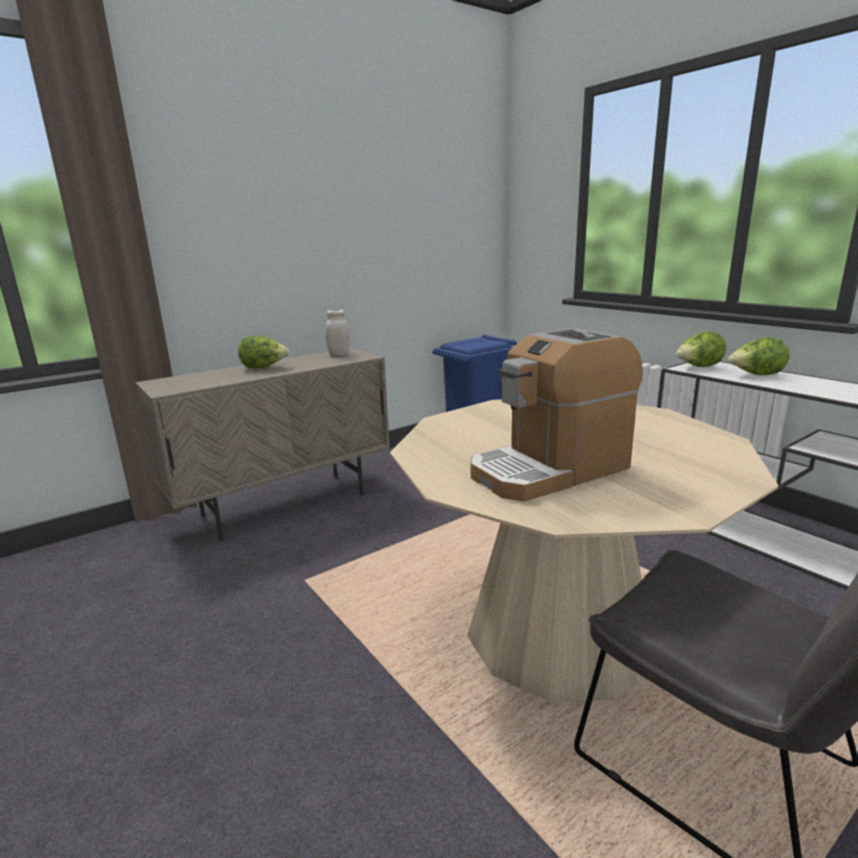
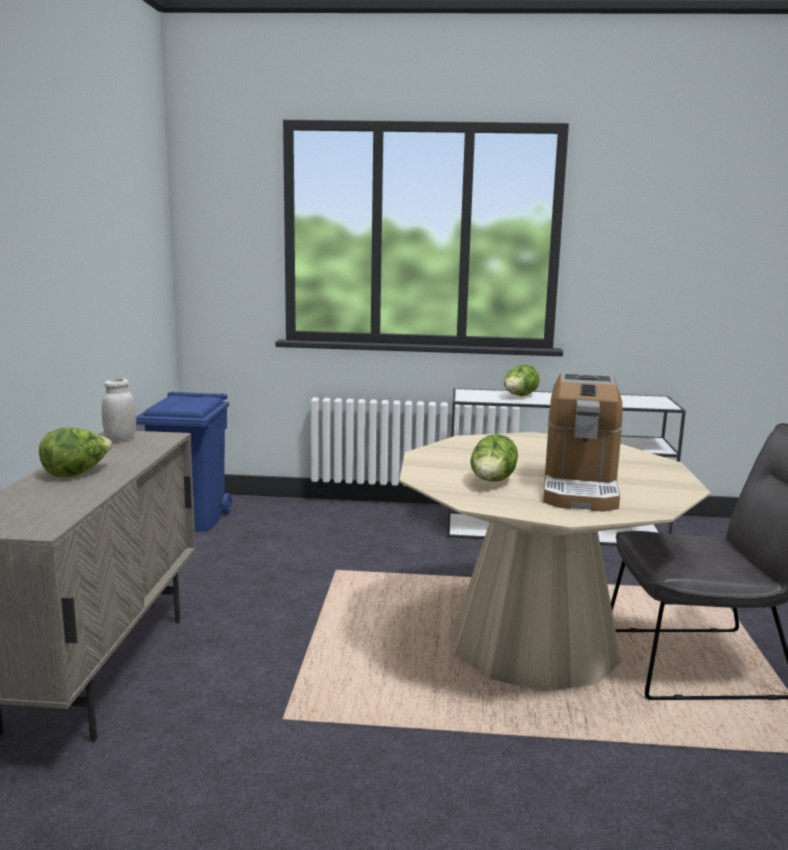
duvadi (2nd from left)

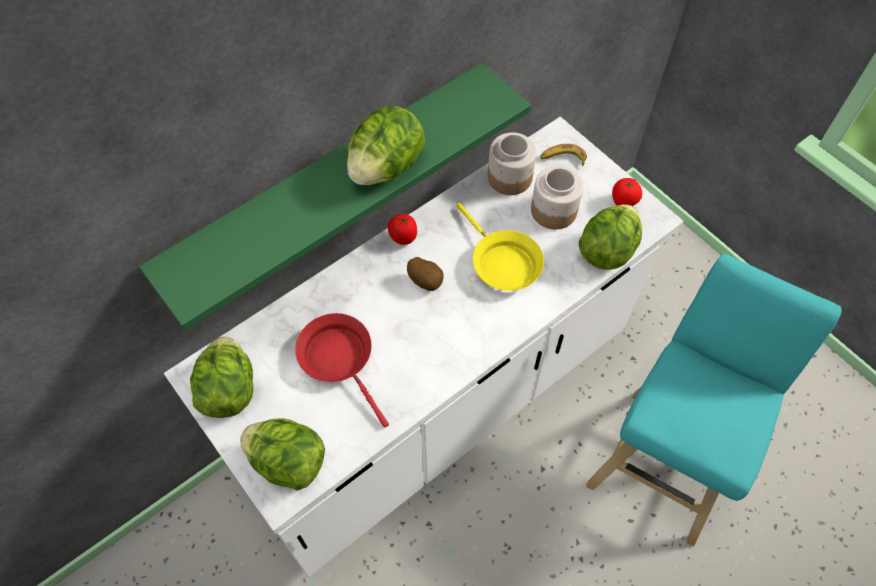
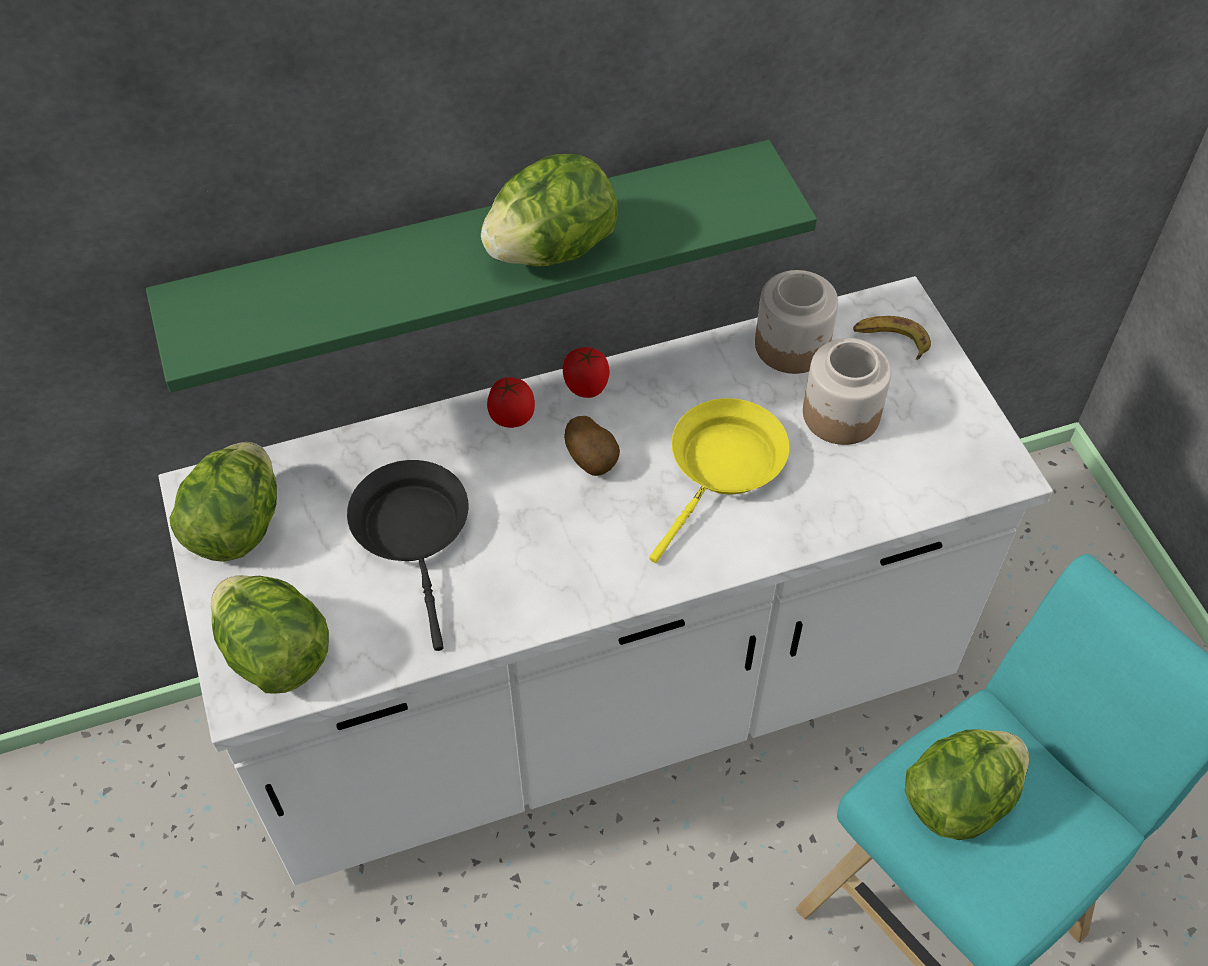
duvadi (4th from left); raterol (1st from left); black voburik; yellow voburik

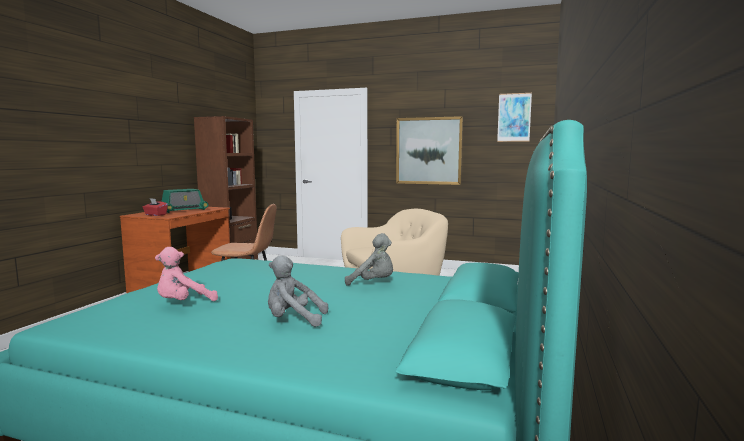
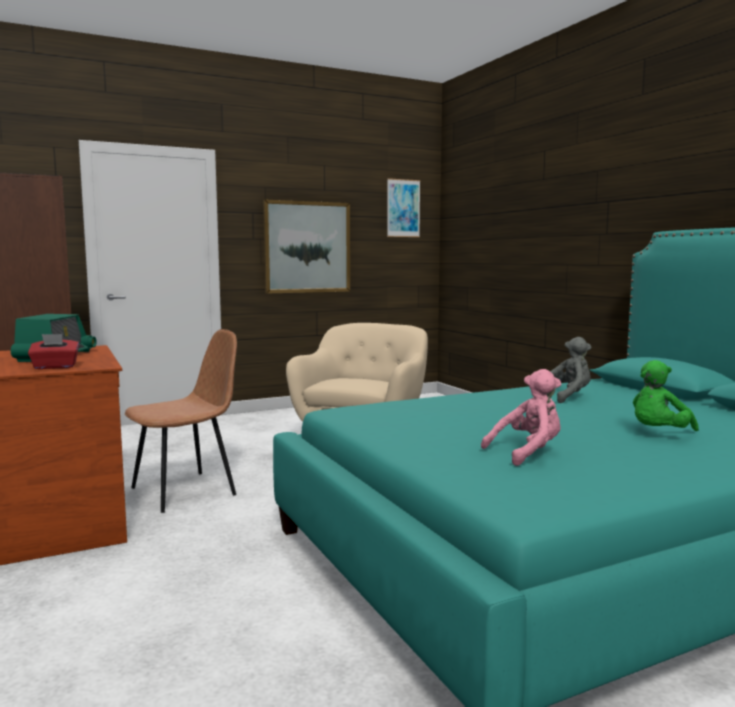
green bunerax; pink bunerax

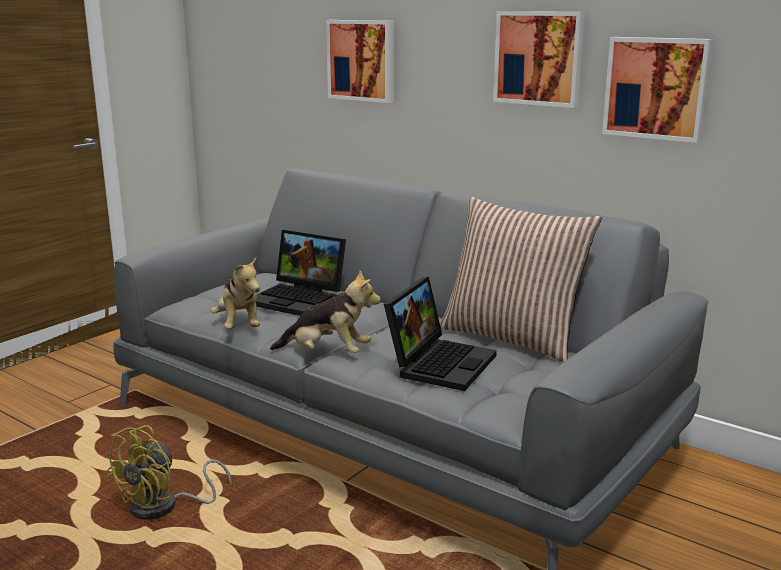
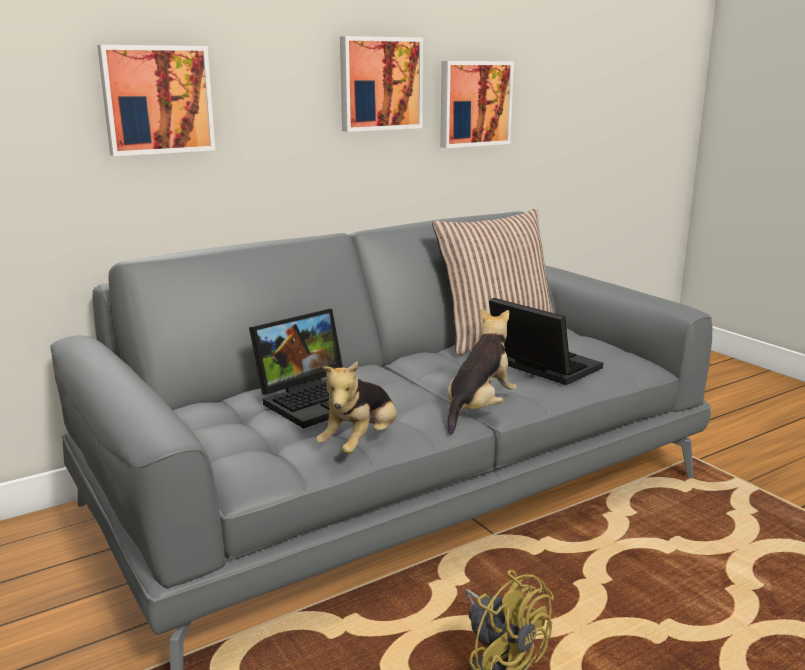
bunerax (1st from left)

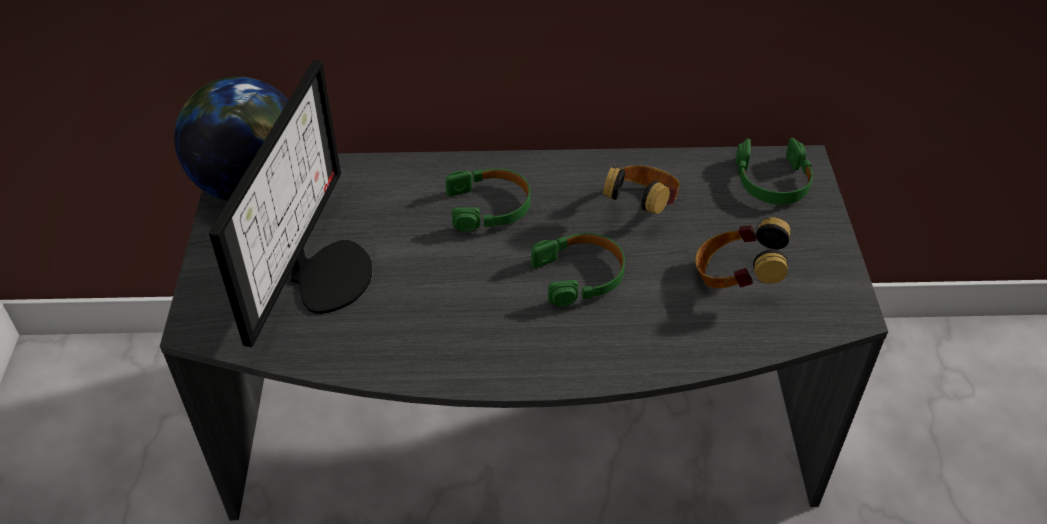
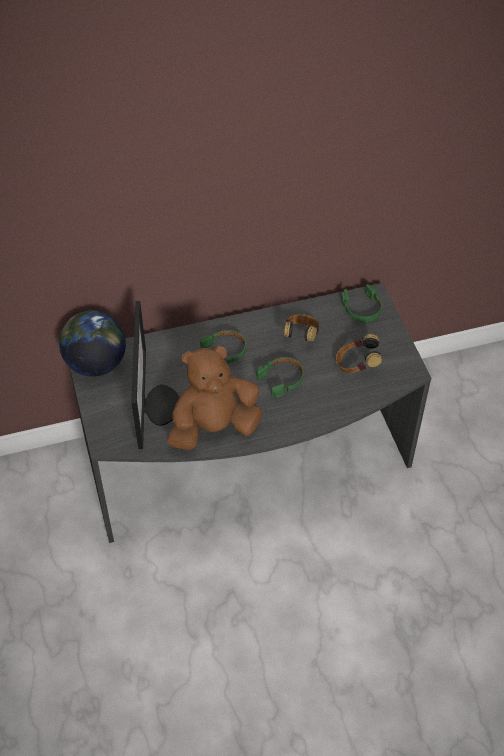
brown bunerax

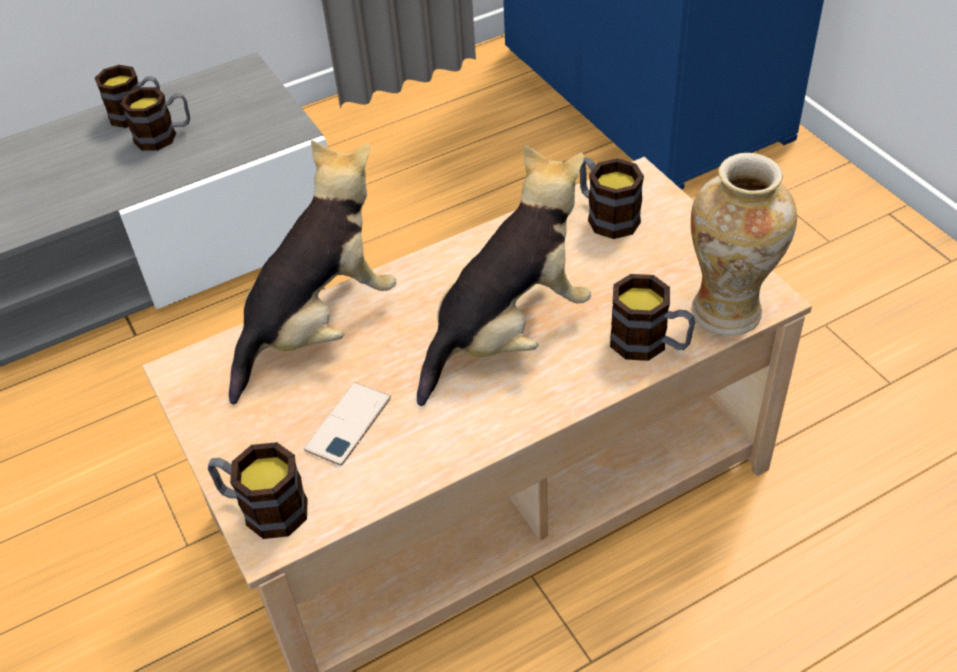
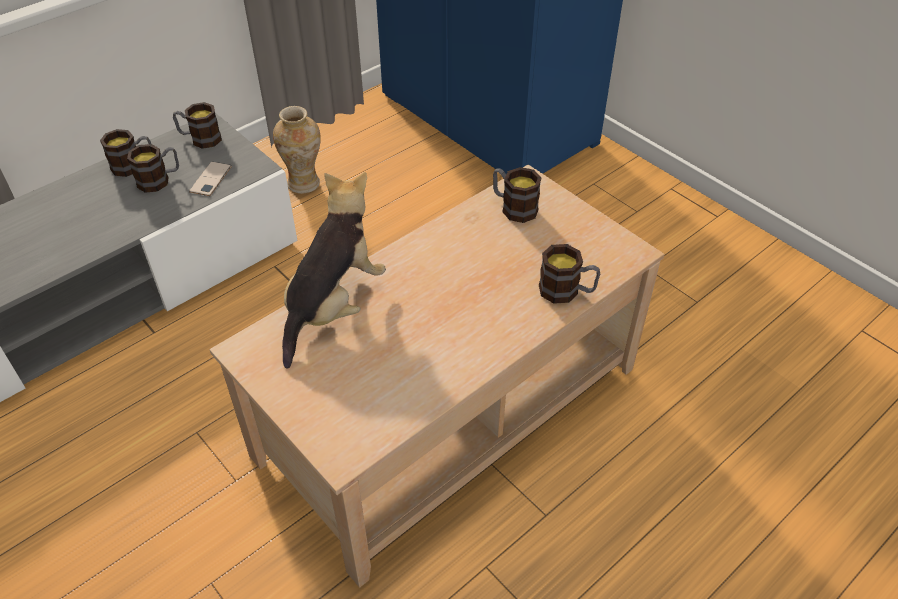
bunerax (2nd from left in the first image); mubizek (3rd from left); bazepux; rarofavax

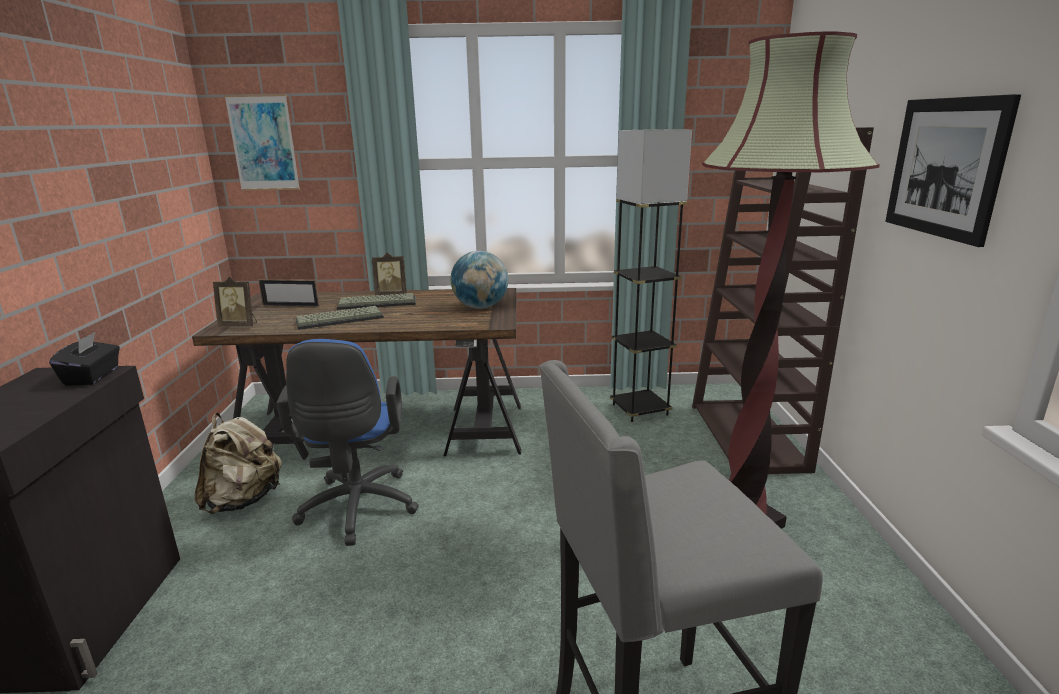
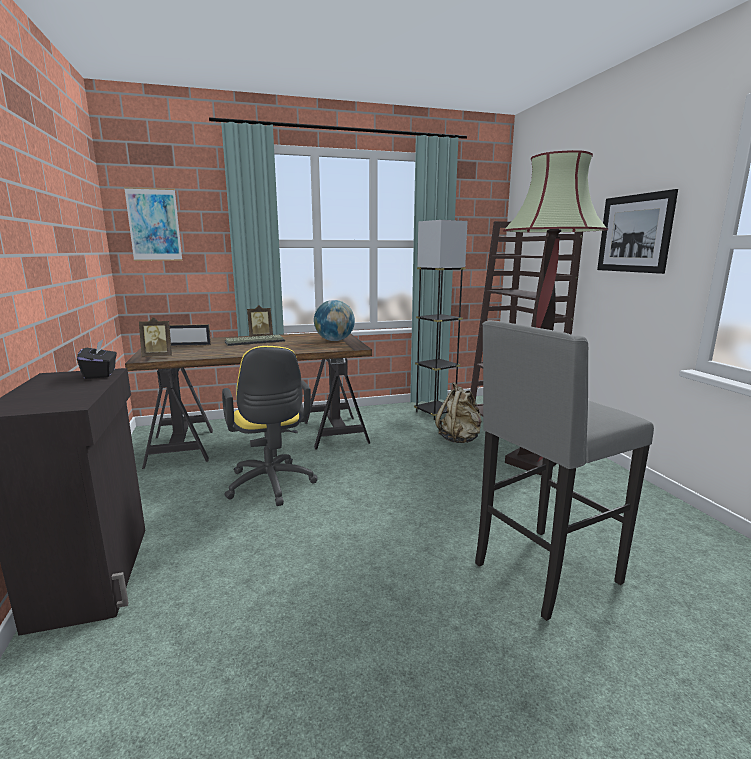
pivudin (1st from left in the first image); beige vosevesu; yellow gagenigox

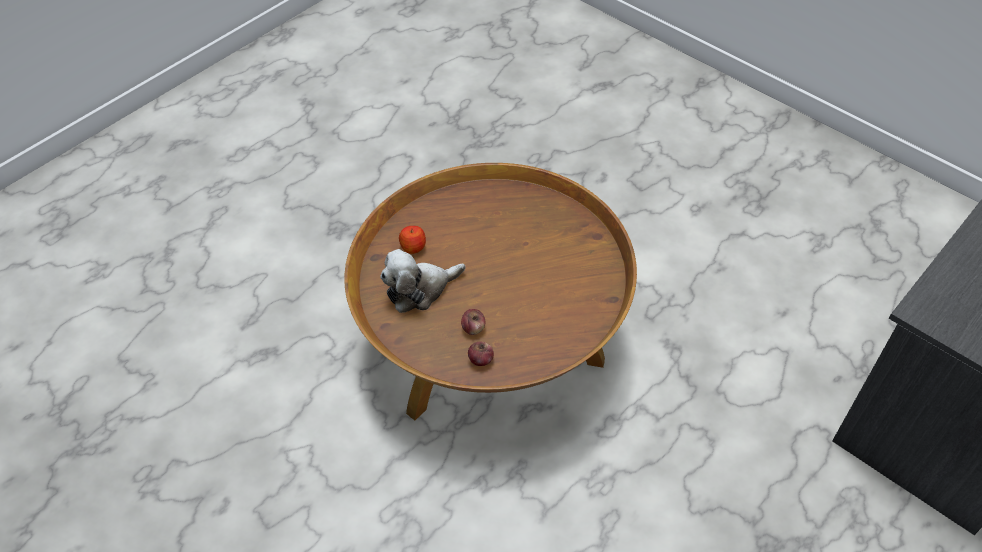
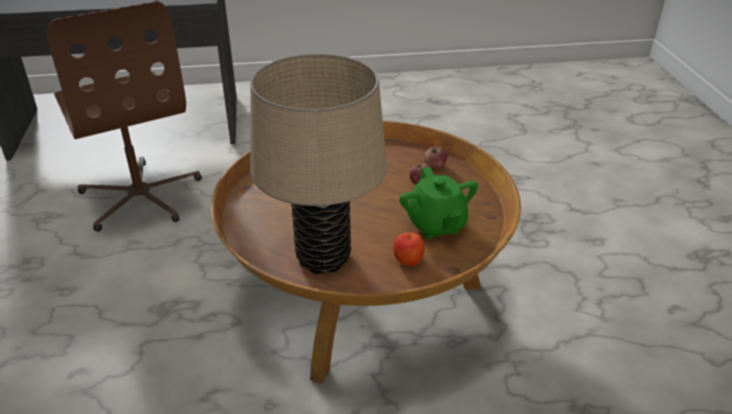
brown gagenigox; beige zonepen; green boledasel

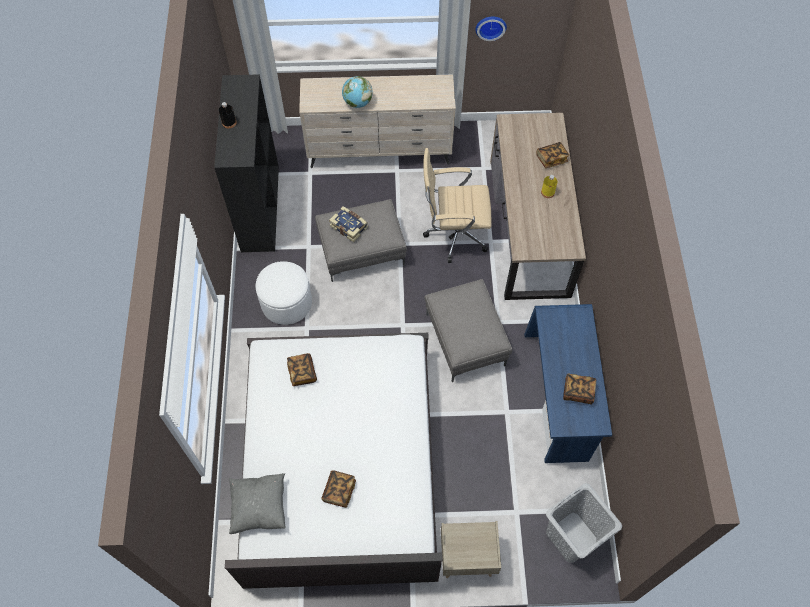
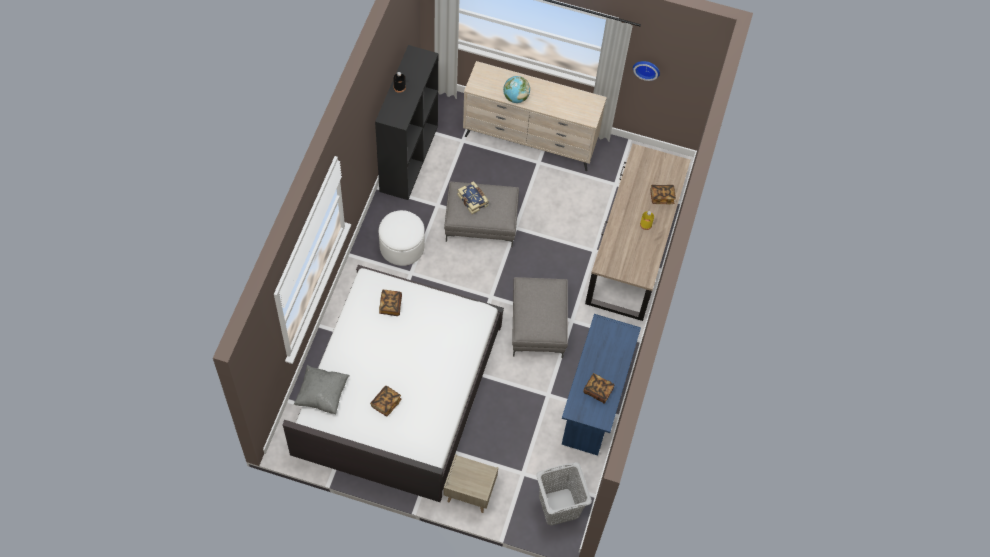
beige gagenigox

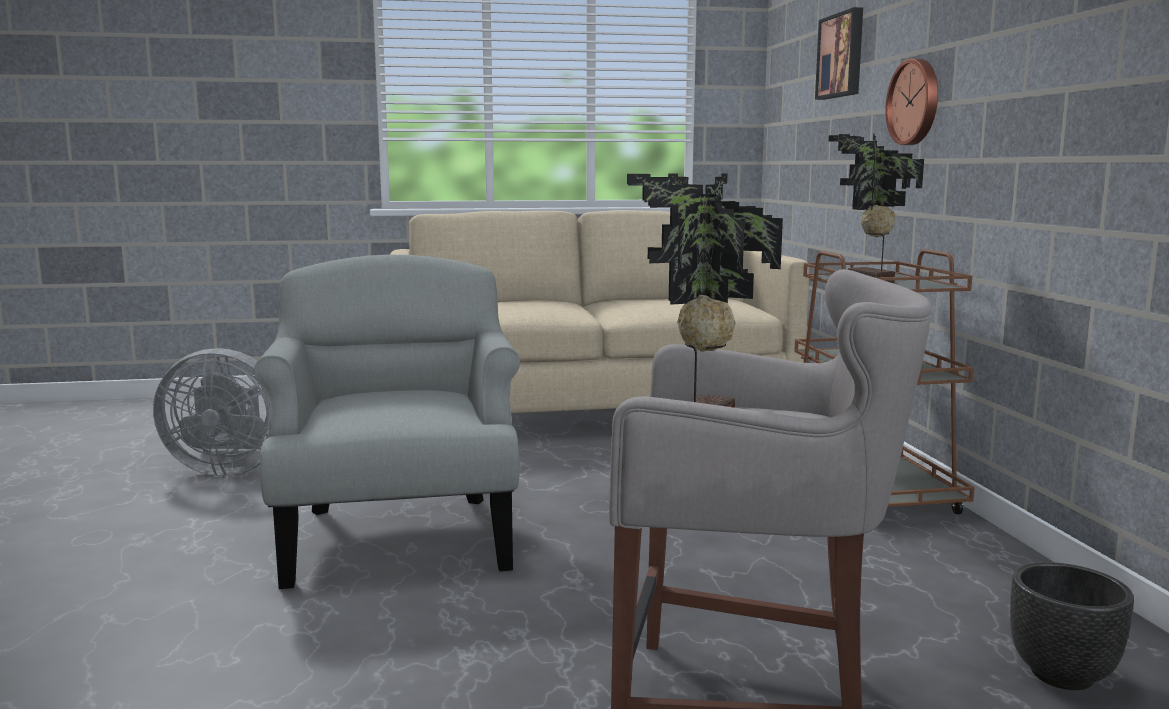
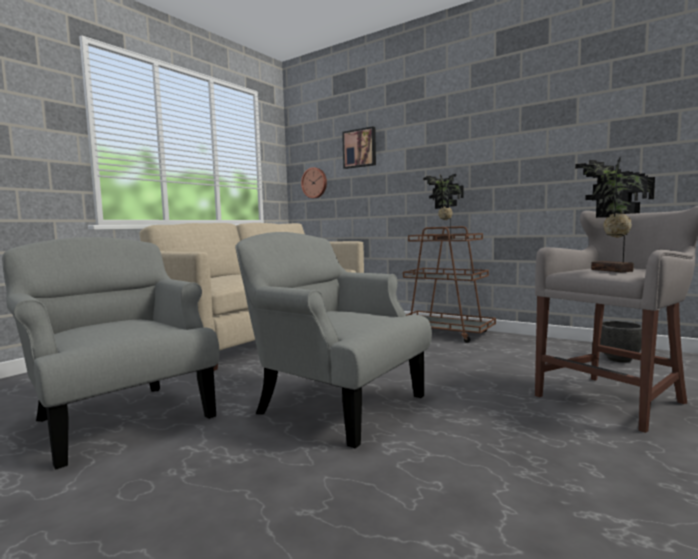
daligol; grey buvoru (1st from left)

